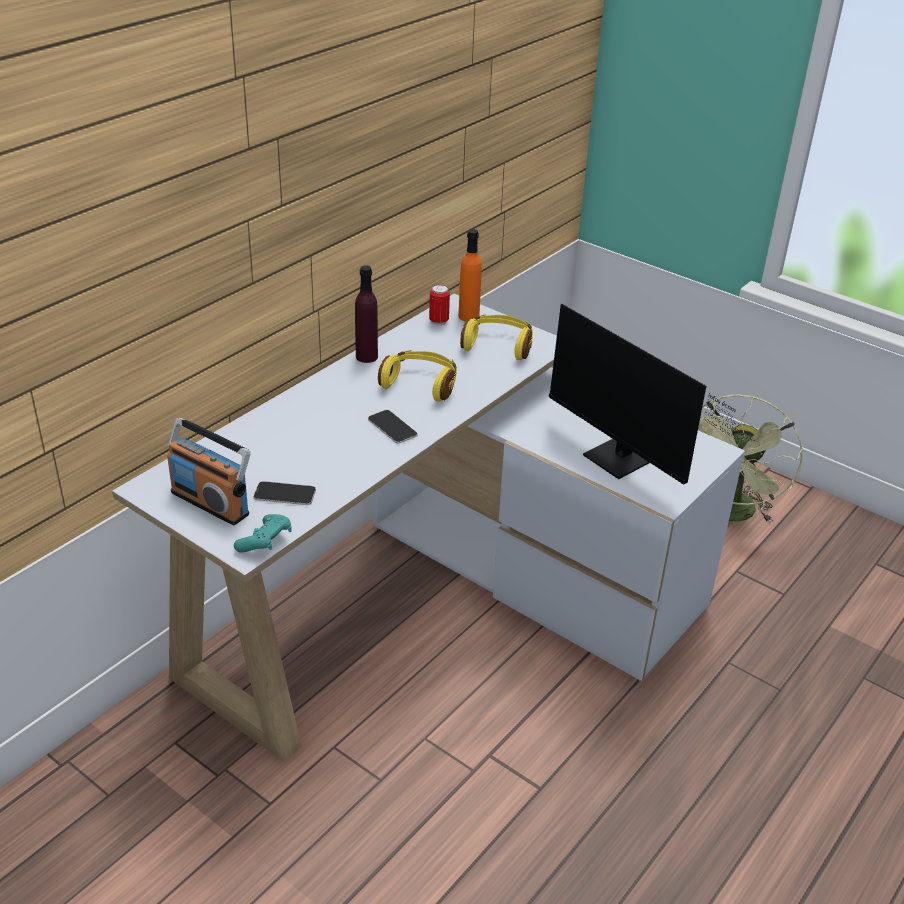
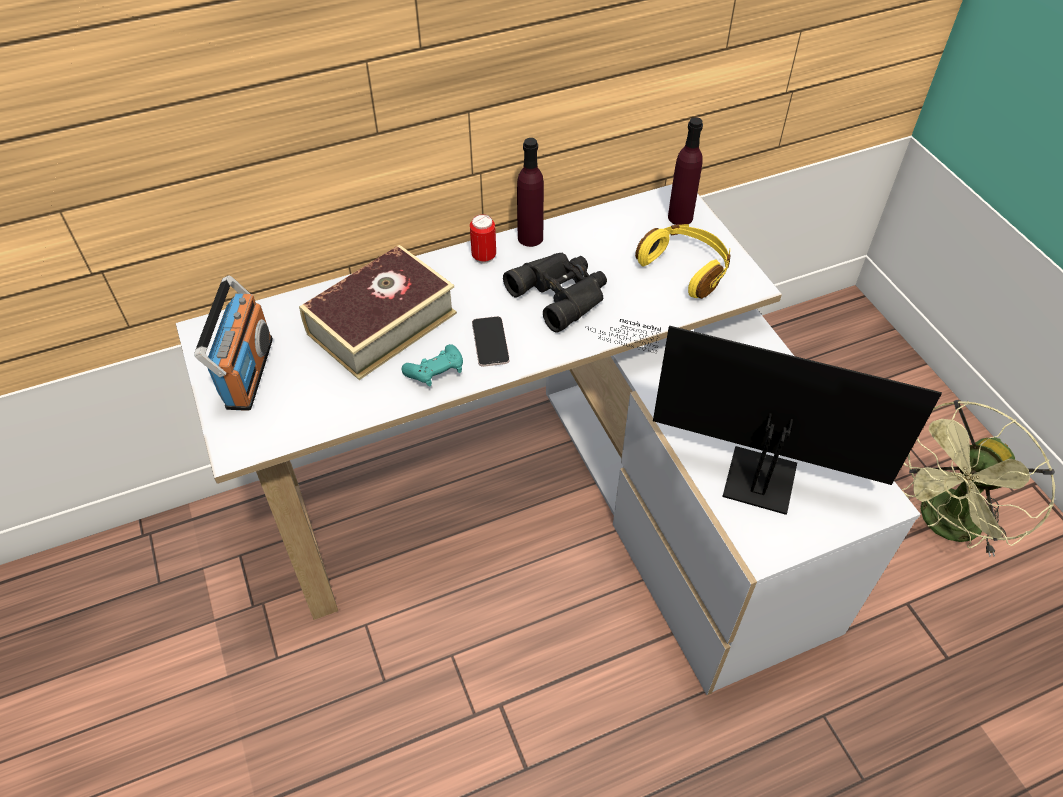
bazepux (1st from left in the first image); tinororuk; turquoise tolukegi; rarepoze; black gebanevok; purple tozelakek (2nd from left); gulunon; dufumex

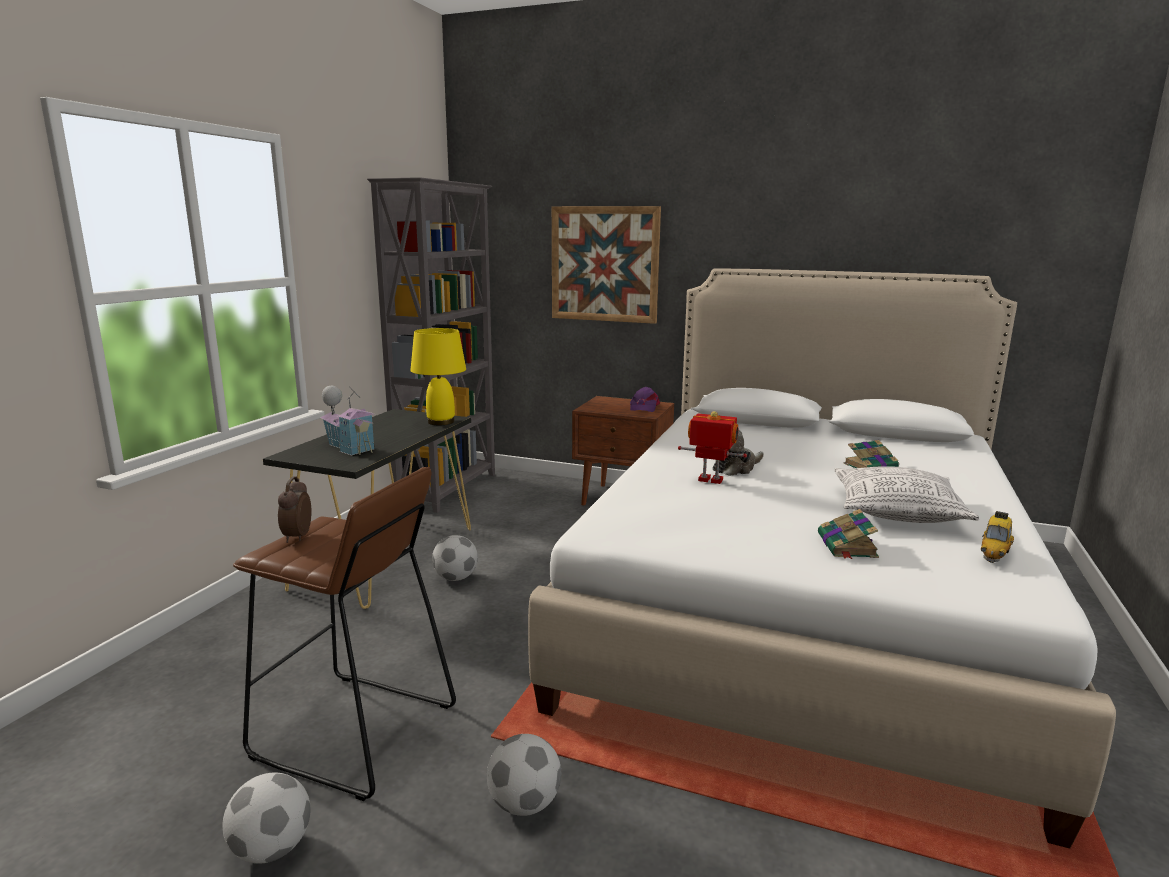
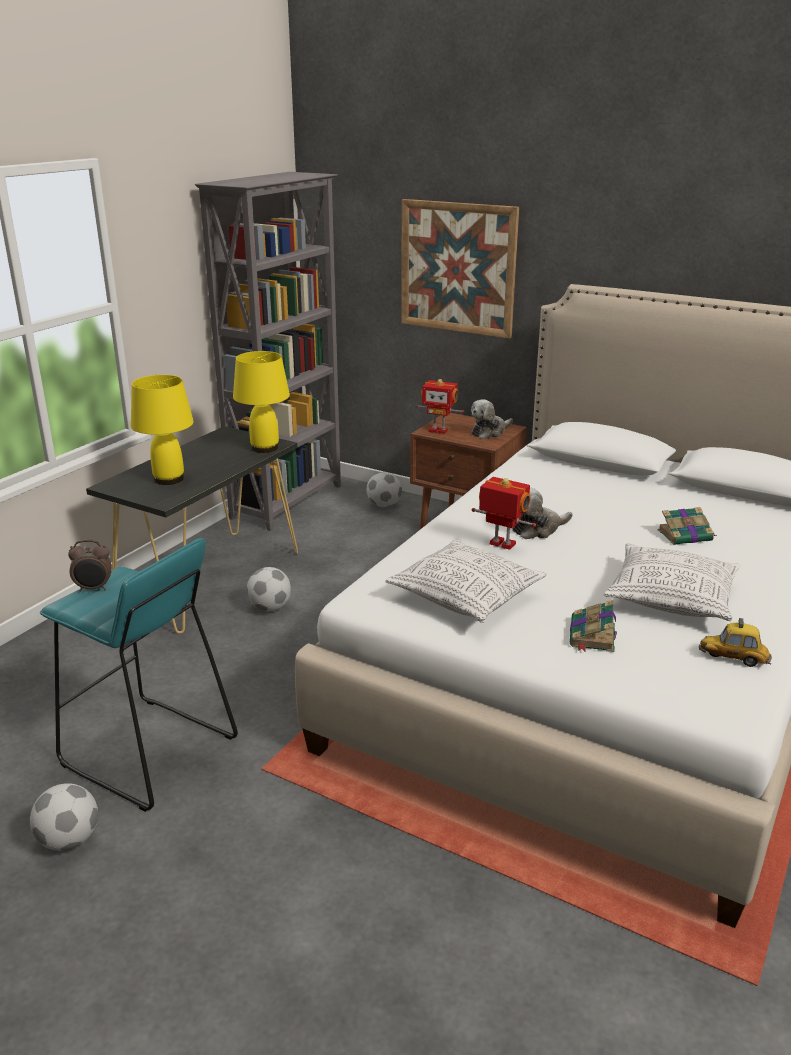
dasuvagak (1st from left); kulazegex (1st from left); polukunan (3rd from left); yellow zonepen (1st from left); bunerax (1st from left); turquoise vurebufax; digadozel; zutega

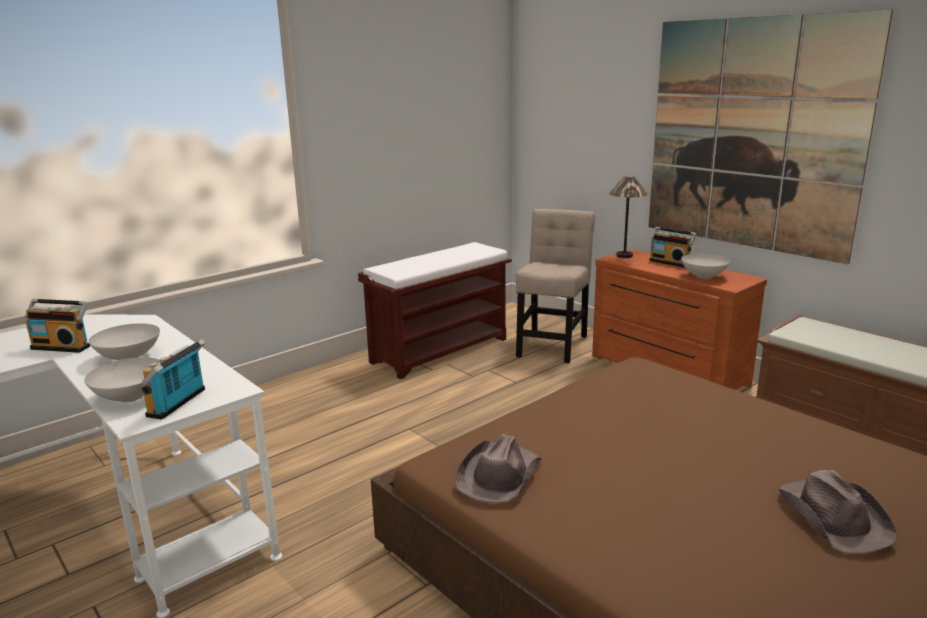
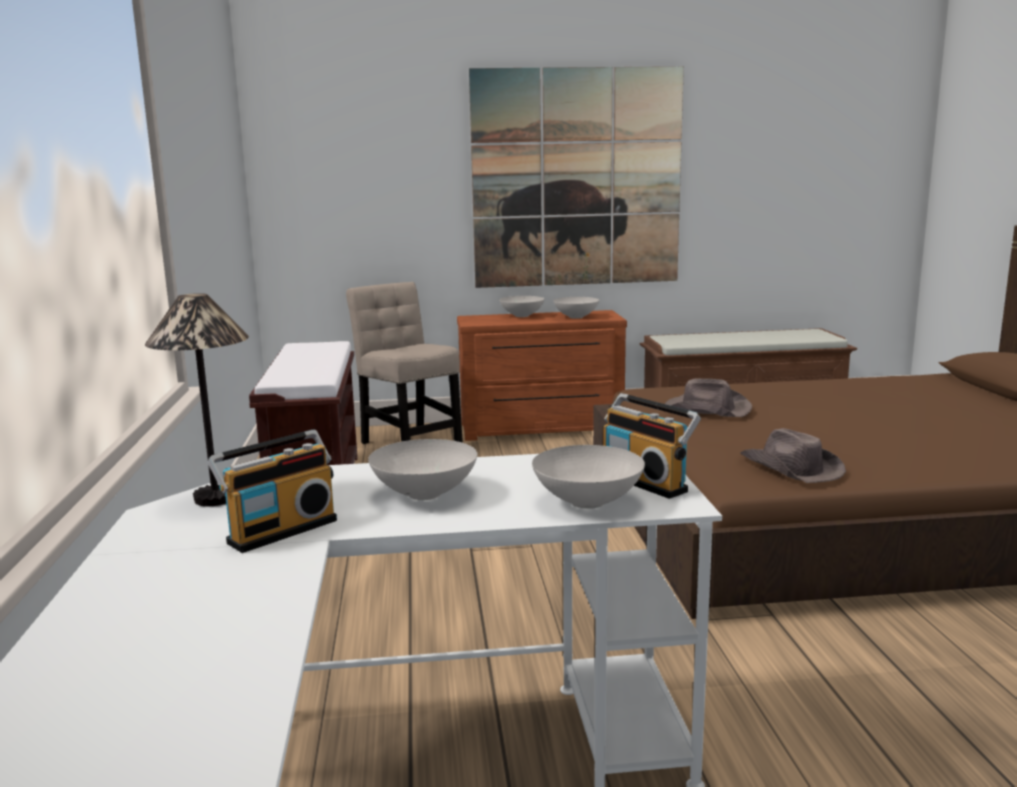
zonepen; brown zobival (1st from left); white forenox (2nd from left)

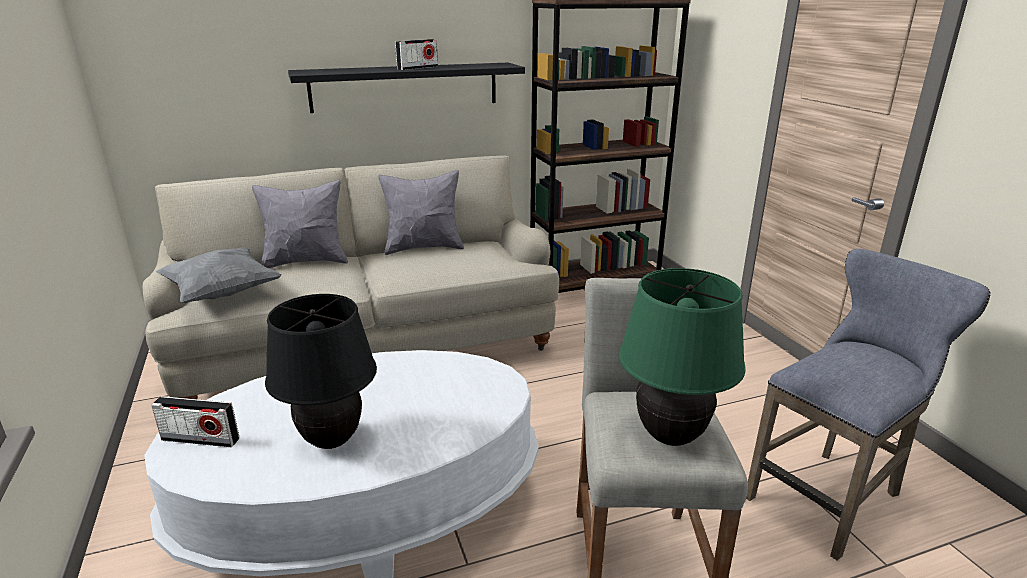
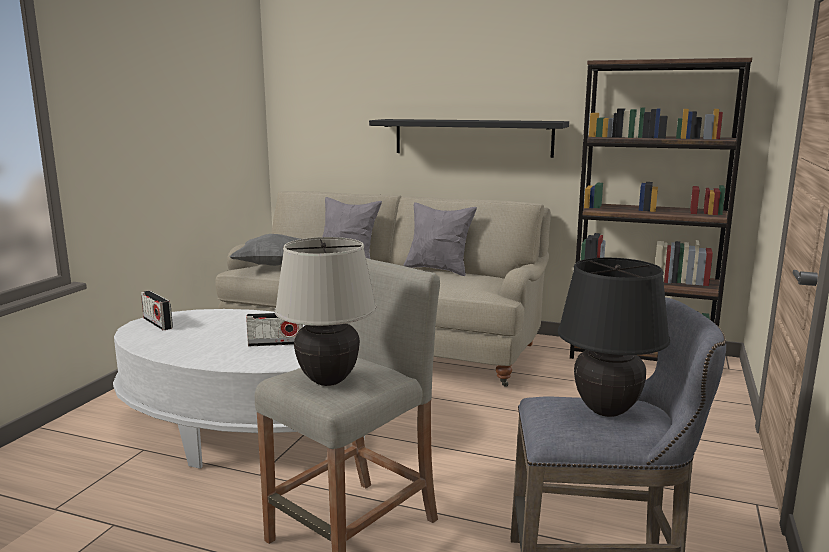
black zonepen; gulunon (2nd from left); beige zonepen

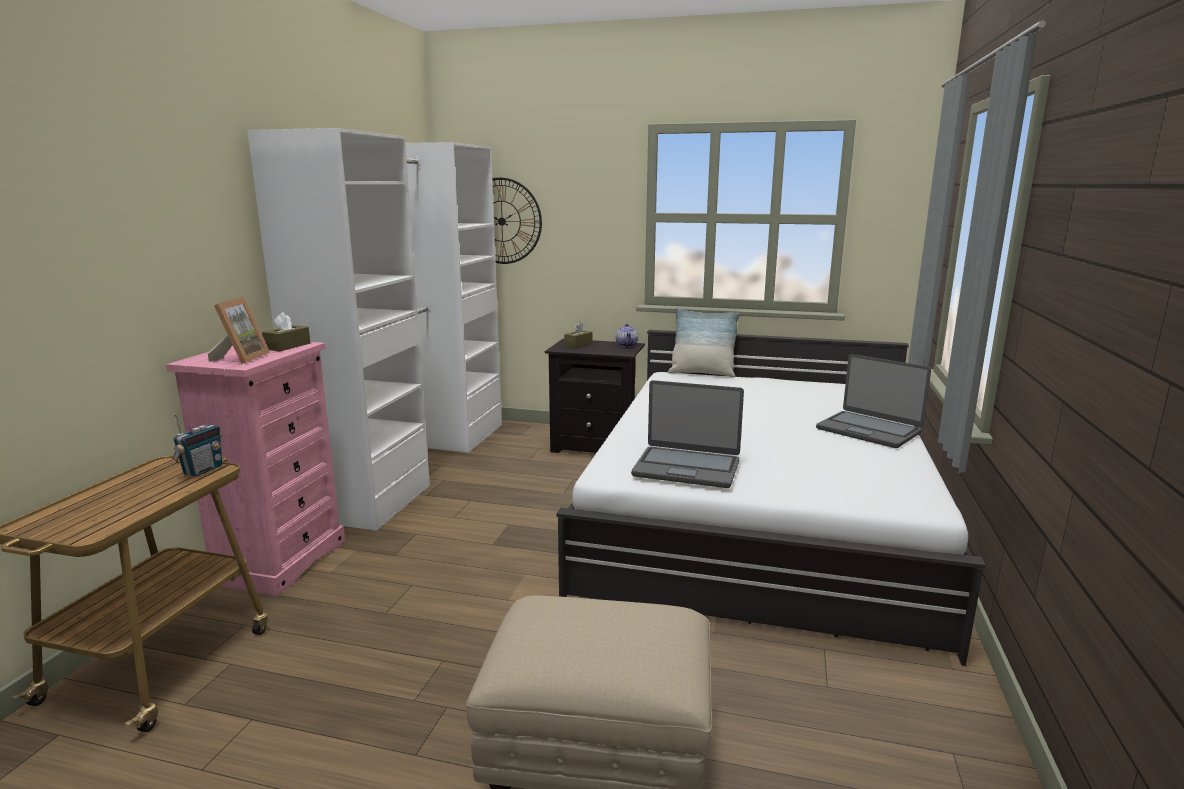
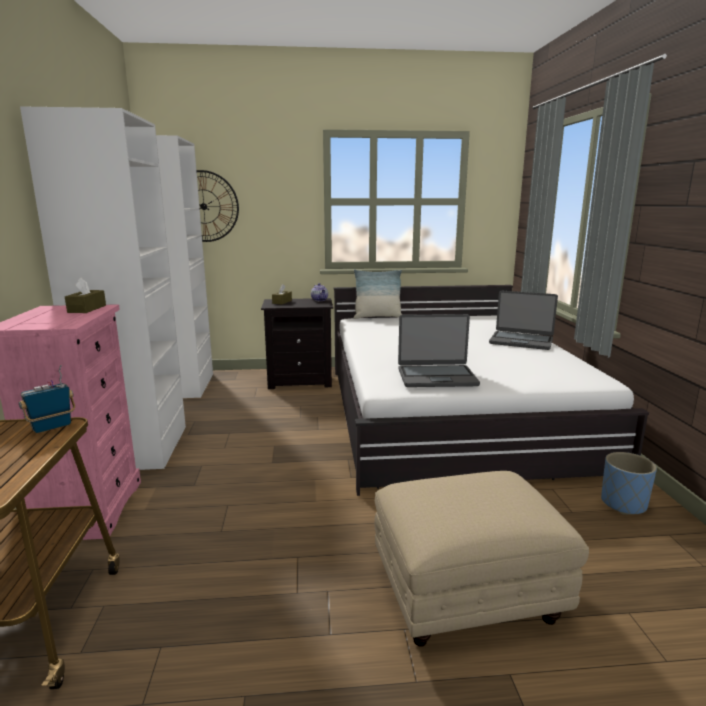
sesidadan; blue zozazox; gulunon

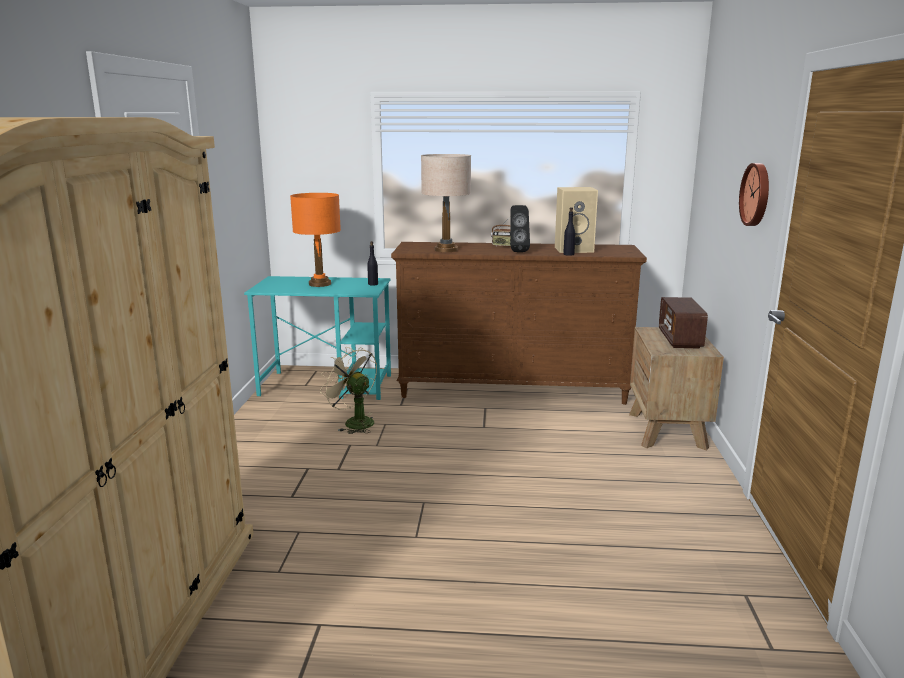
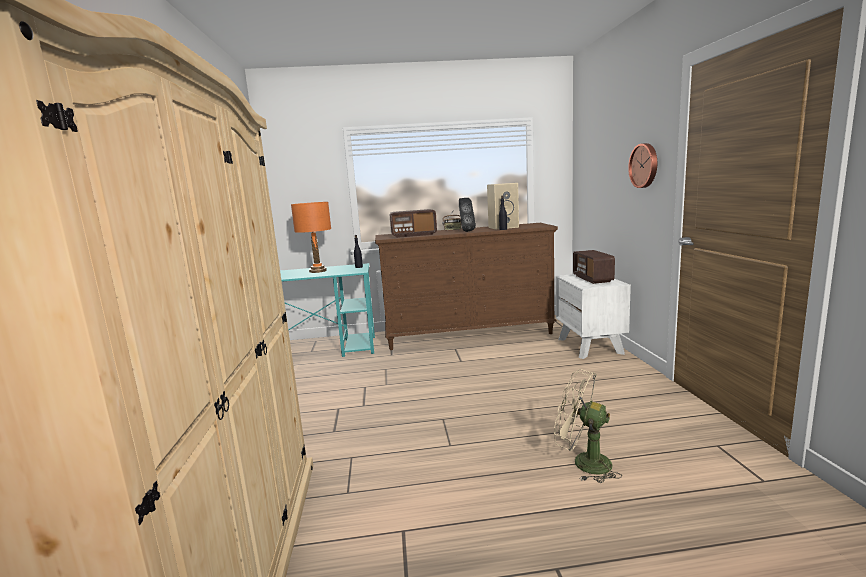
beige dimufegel; gulunon (1st from left); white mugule

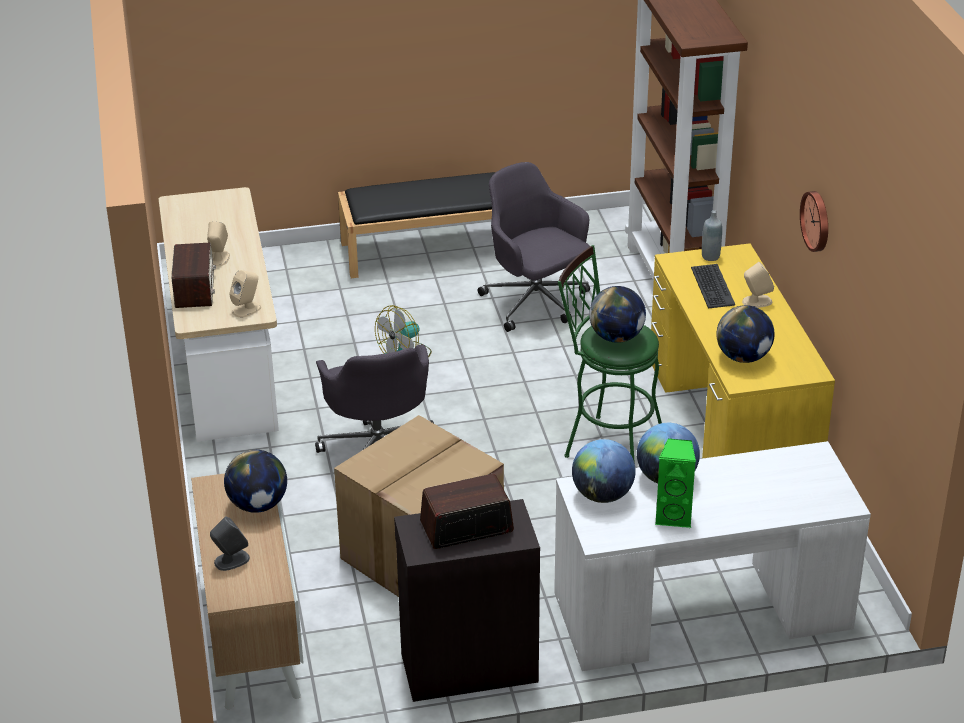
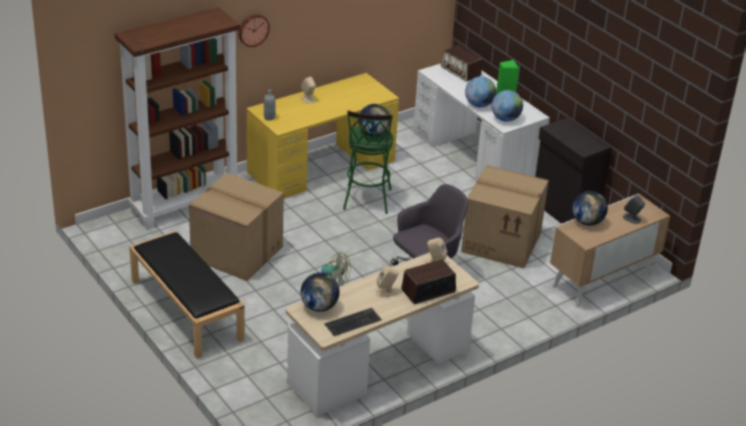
gulunon (2nd from left); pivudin; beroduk (1st from left); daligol; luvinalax (1st from left)

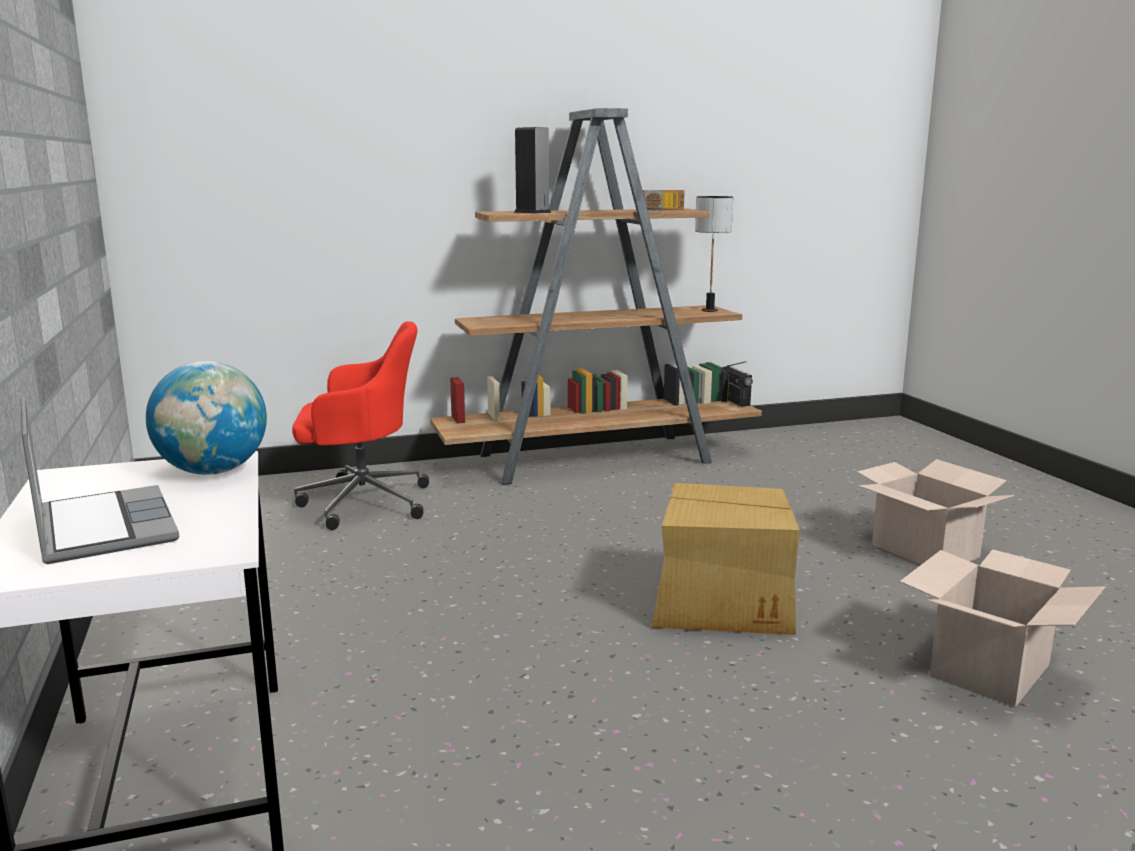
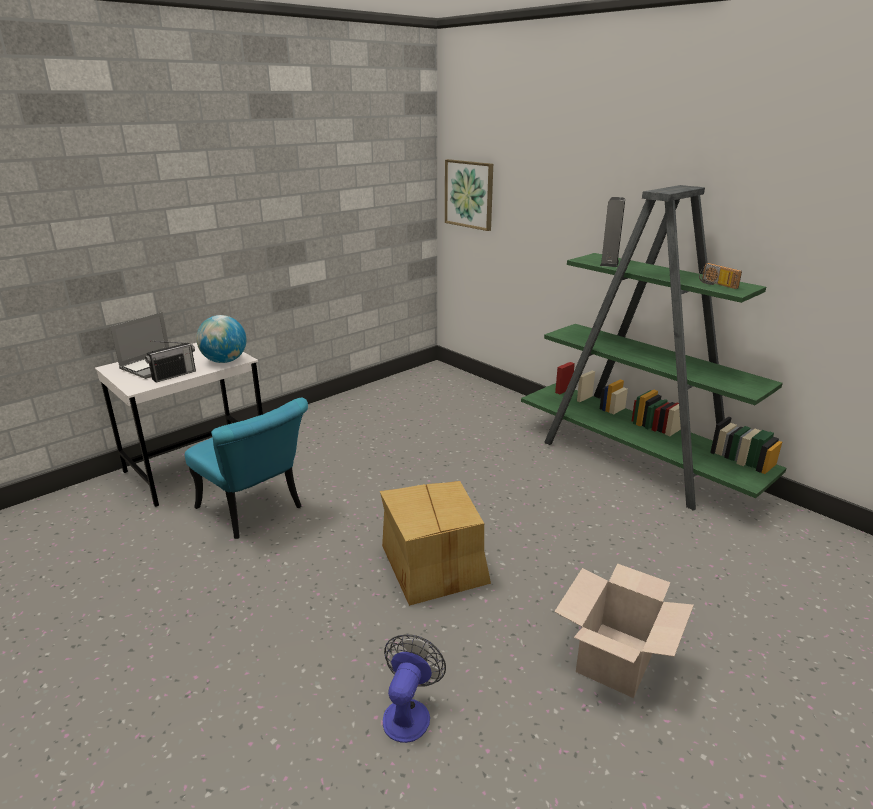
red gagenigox; zonepen; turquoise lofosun; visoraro; gulunon (1st from left); dimufegel; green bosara

